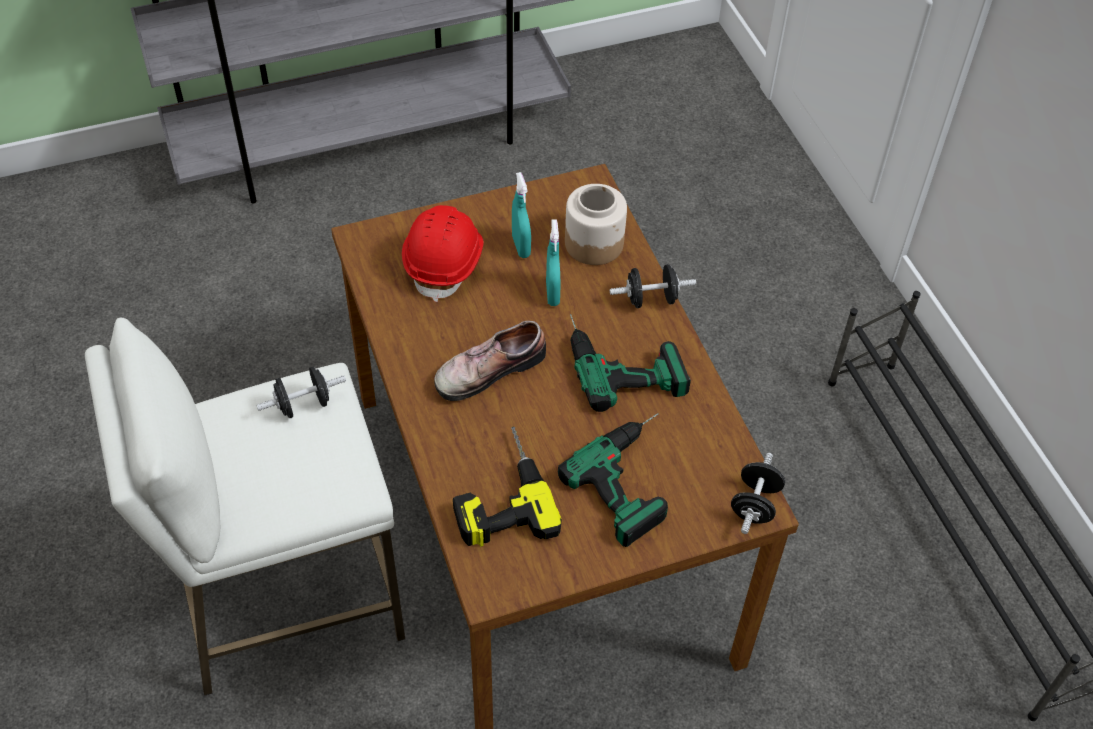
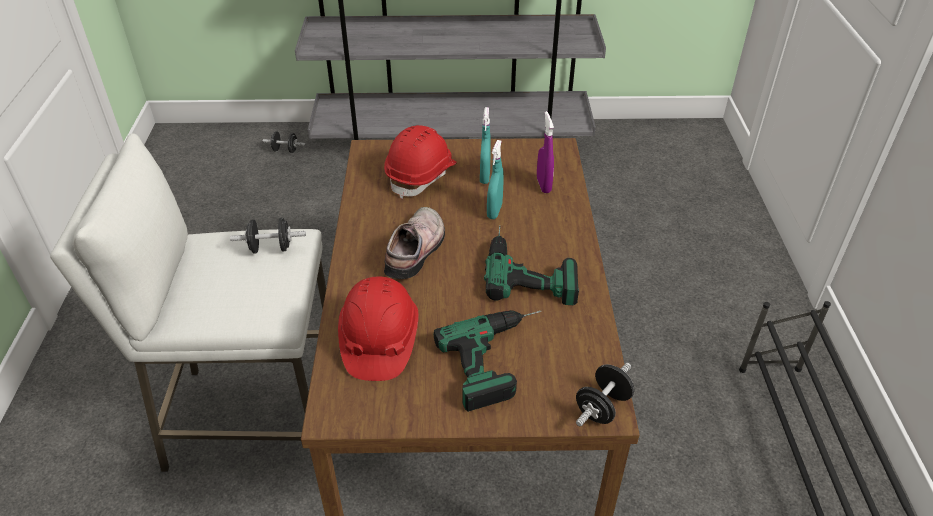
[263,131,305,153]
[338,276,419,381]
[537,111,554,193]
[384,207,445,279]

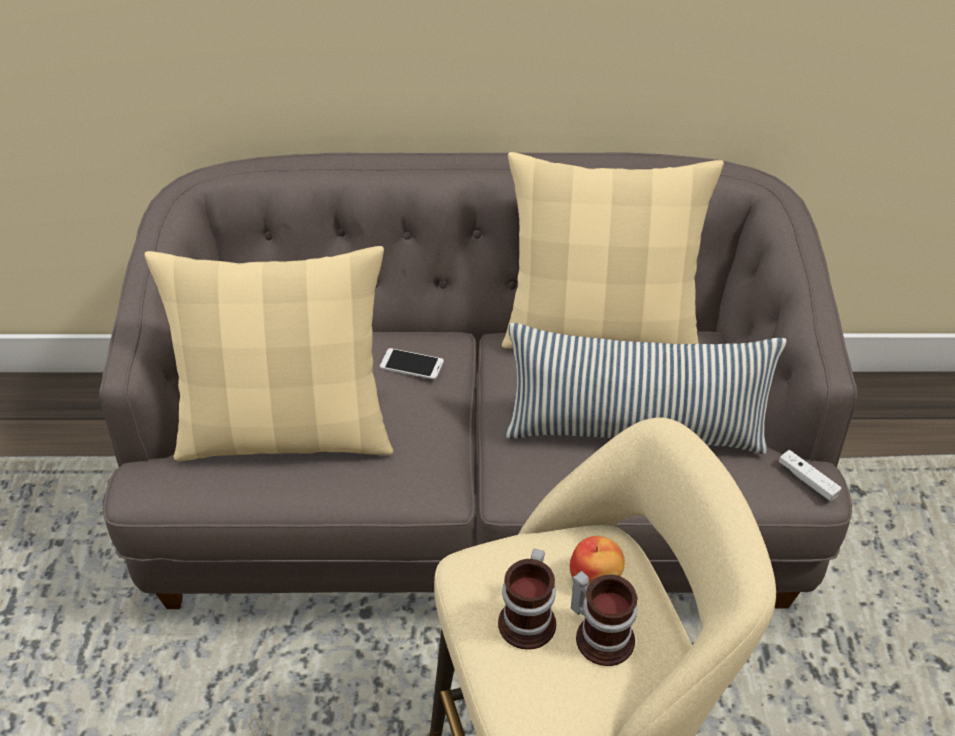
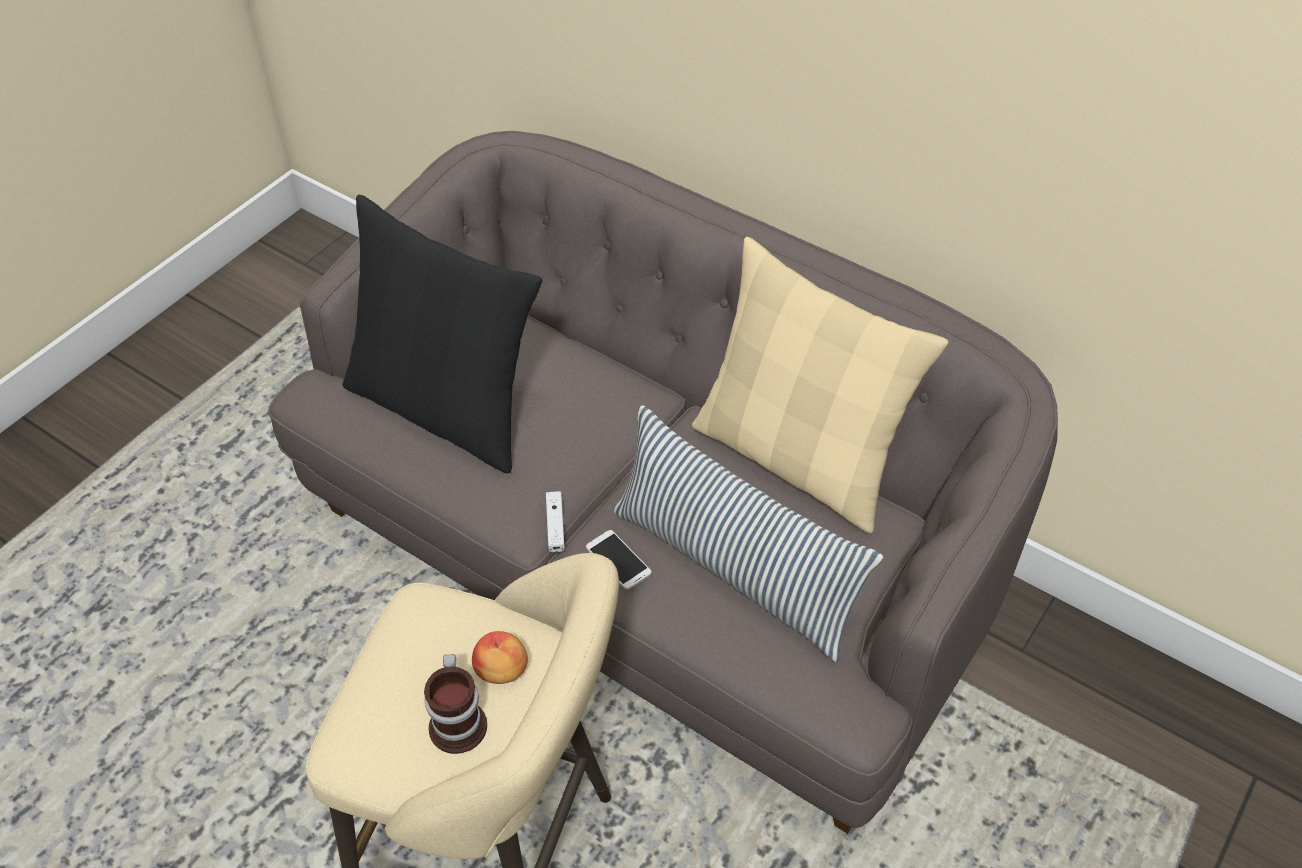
[498,549,556,650] (first image)
[586,530,652,590]
[546,491,564,552]
[342,195,542,473]

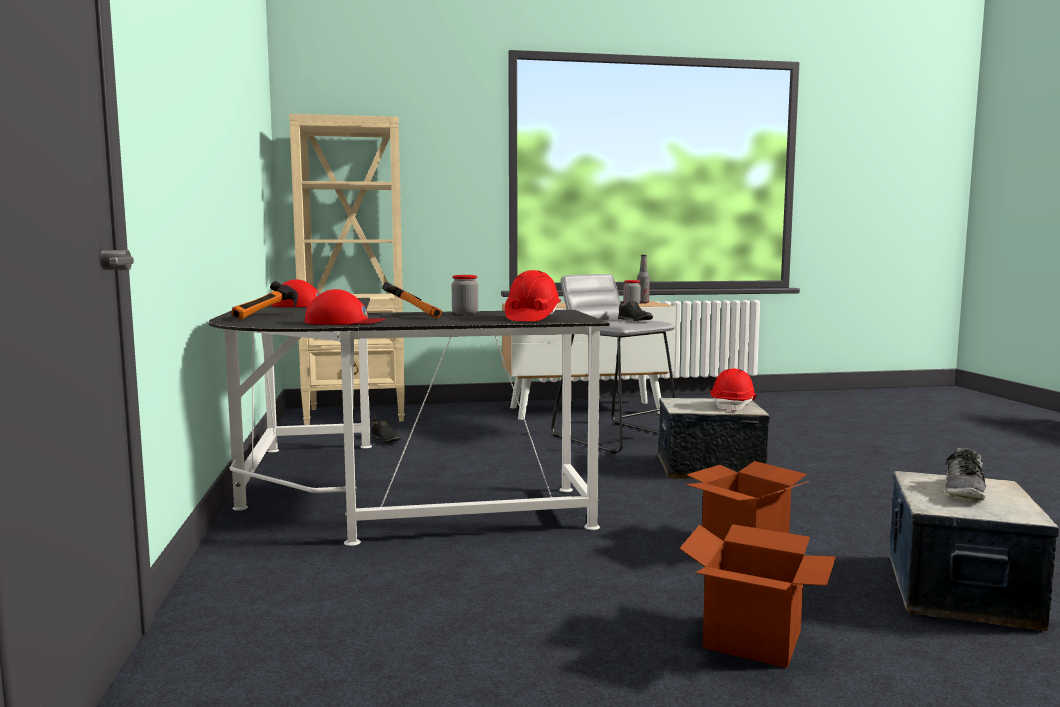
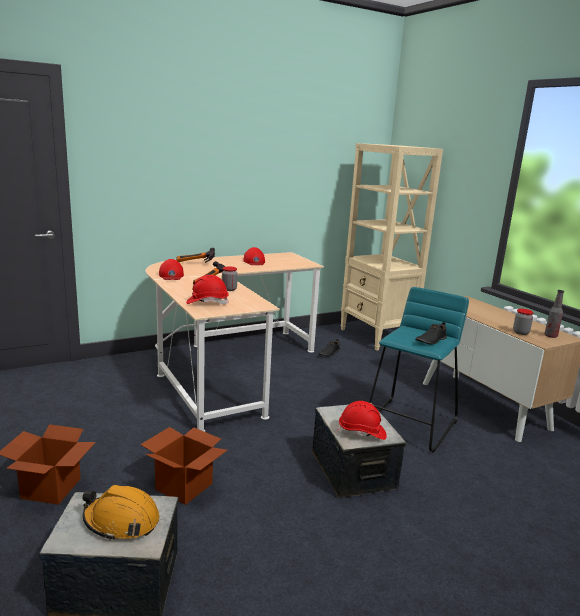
[82,485,159,541]
[146,252,324,432]
[369,287,469,452]

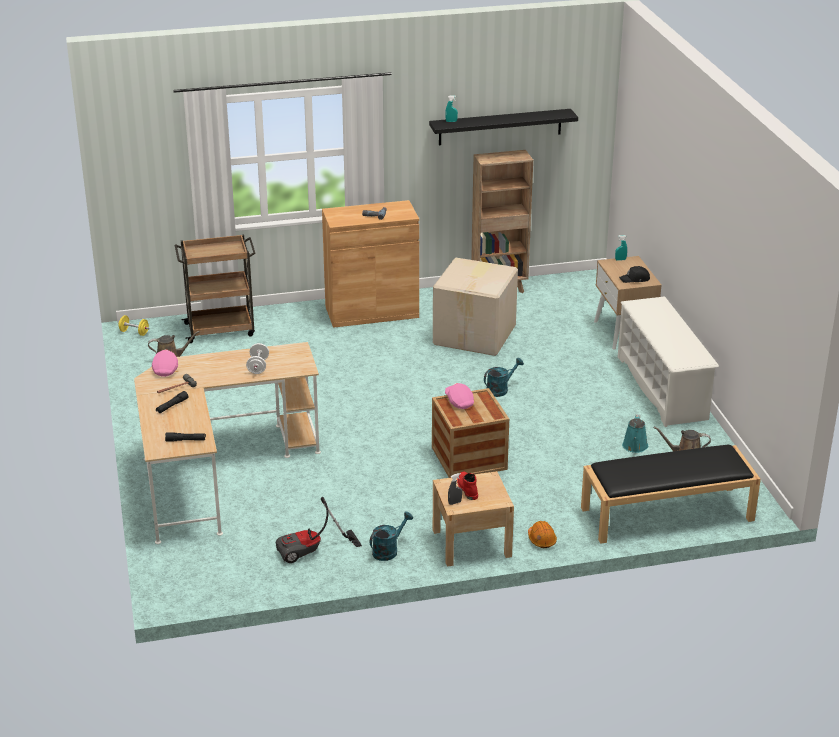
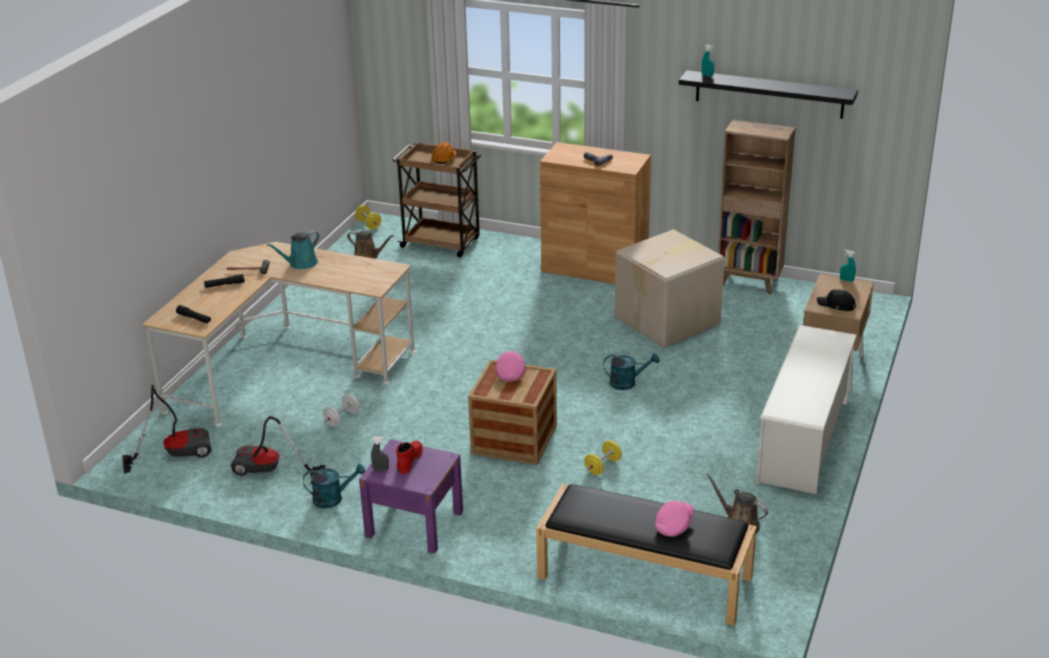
[122,385,212,474]
[584,440,622,475]
[655,500,694,537]
[323,394,359,427]
[431,142,457,164]
[266,231,320,269]
[359,439,463,554]

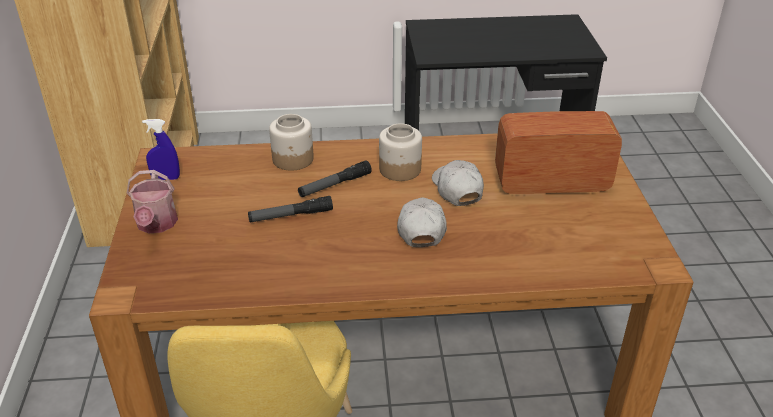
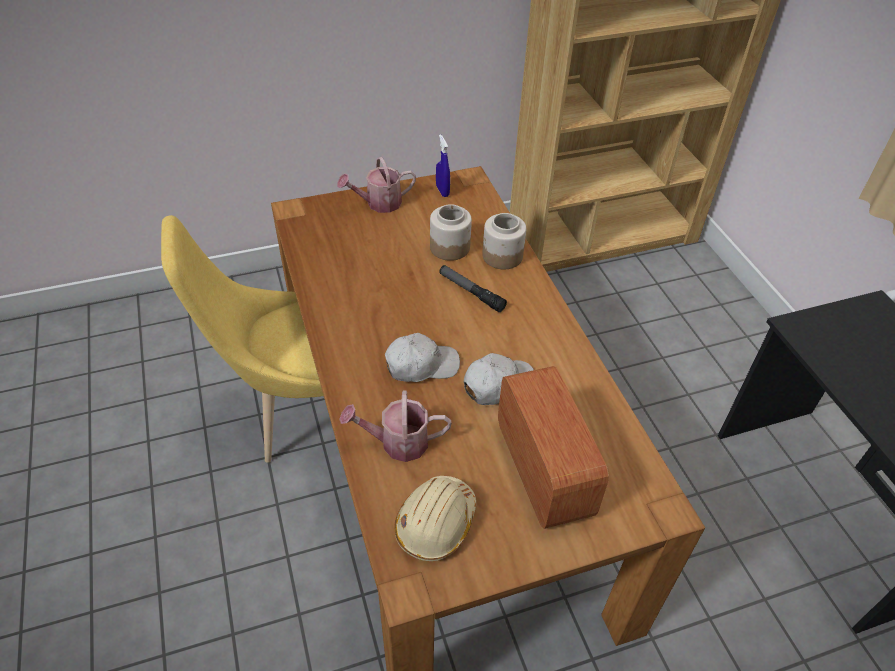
[248,196,333,222] (first image)
[339,391,451,462]
[395,476,476,561]
[430,204,472,261]

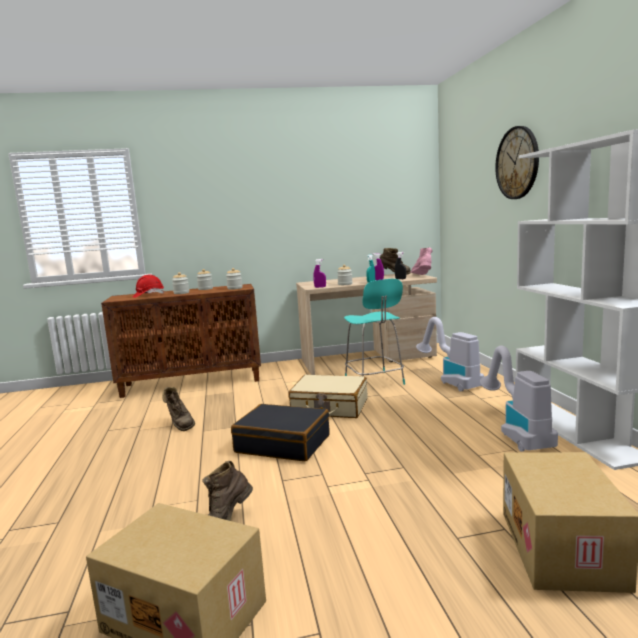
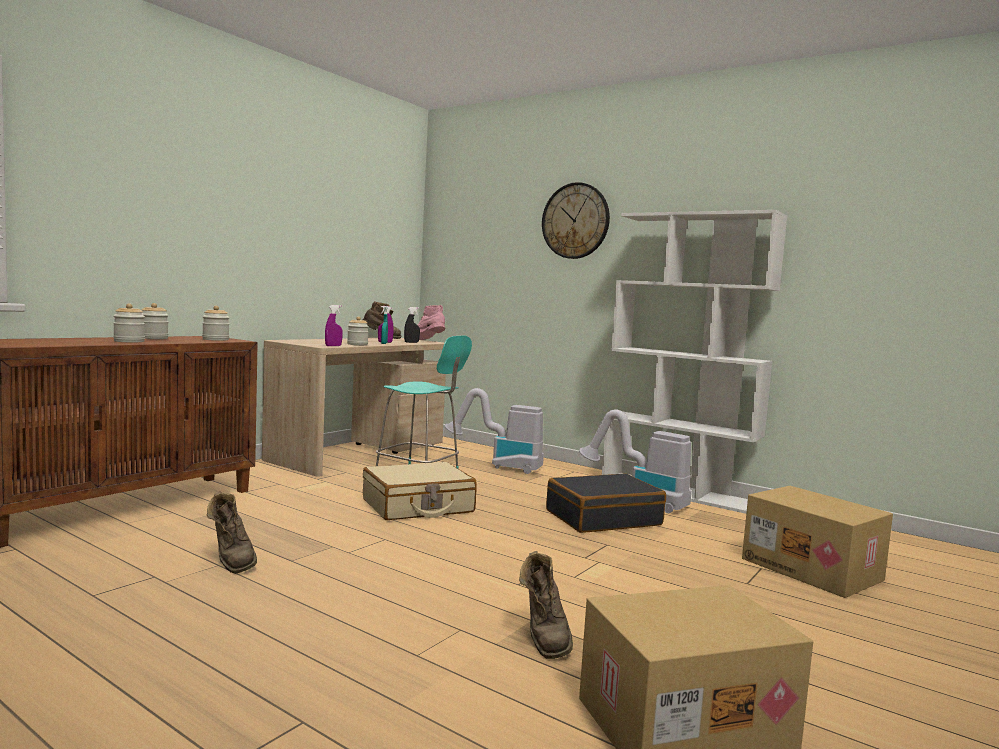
[133,275,164,298] (first image)
[546,473,666,533]
[207,492,257,574]

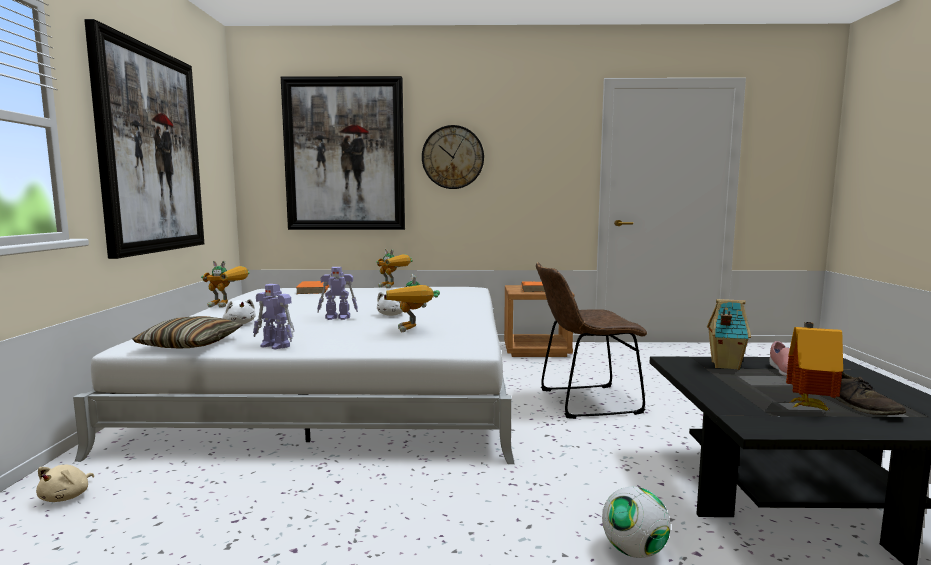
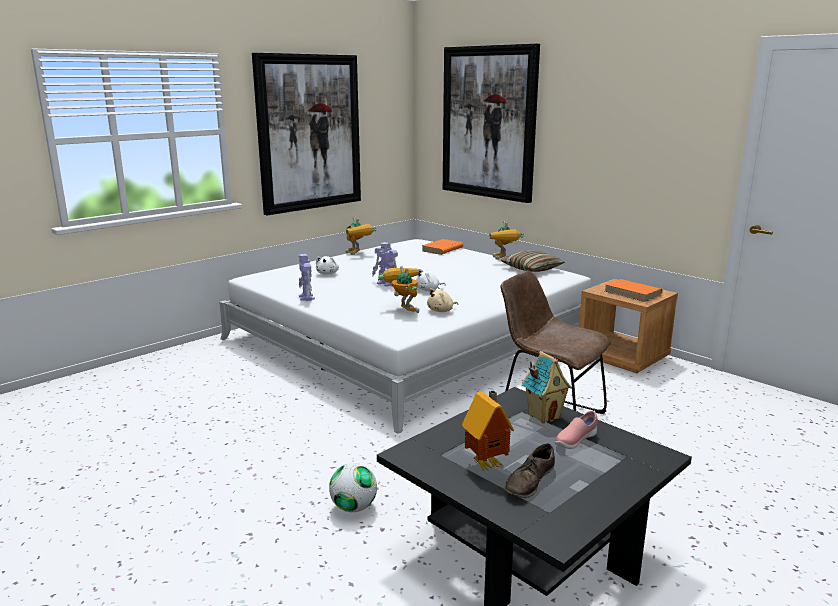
[422,125,484,189] (first image)
[427,288,458,312]
[501,251,565,272]
[378,265,419,313]

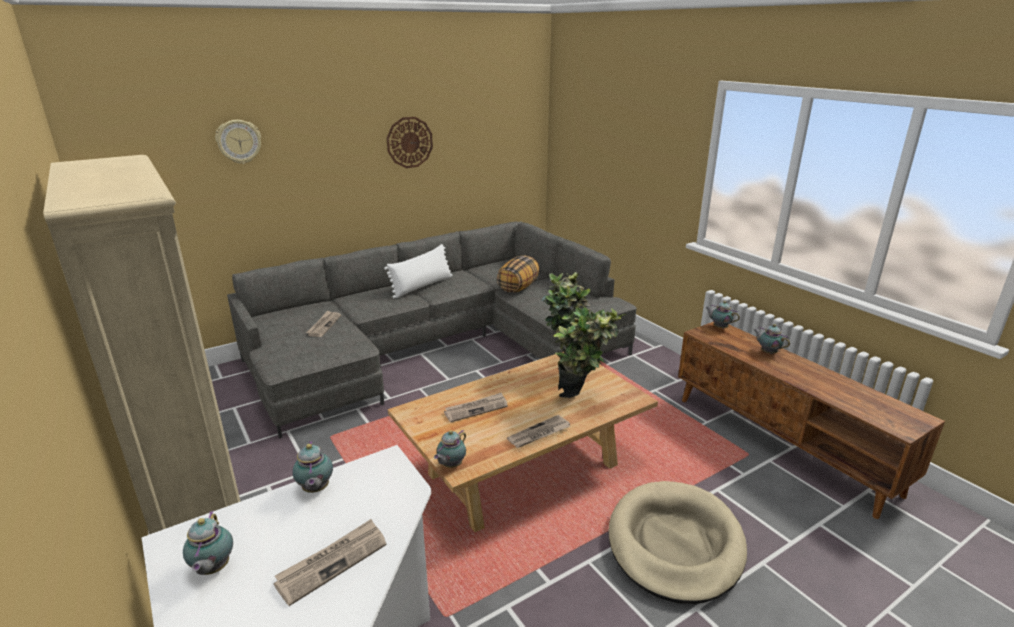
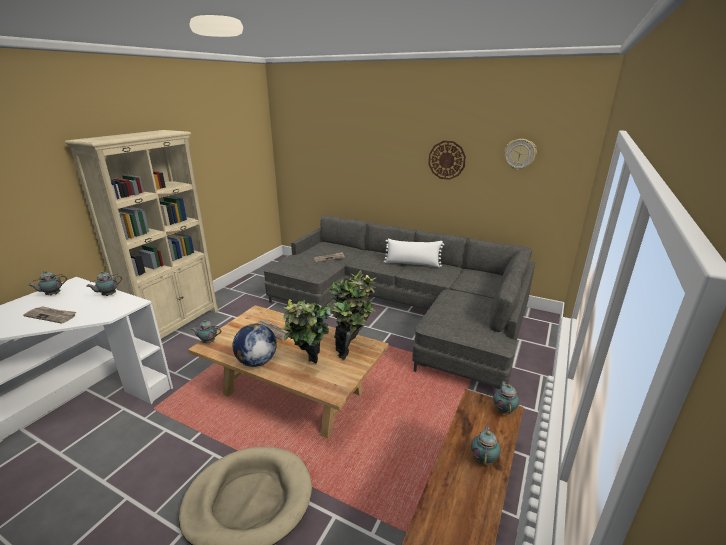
[497,255,539,292] (first image)
[504,139,537,170]
[233,324,277,367]

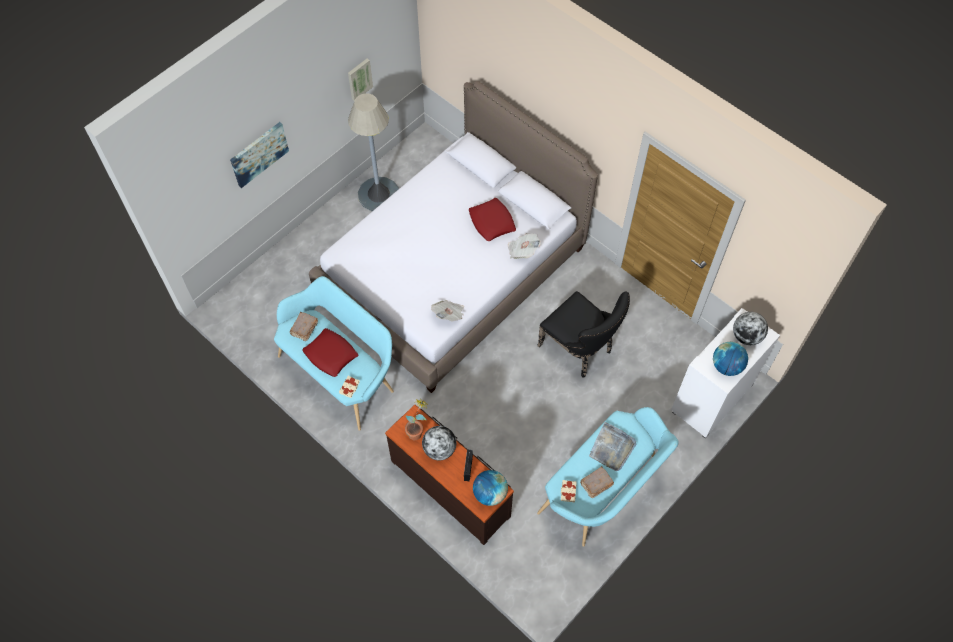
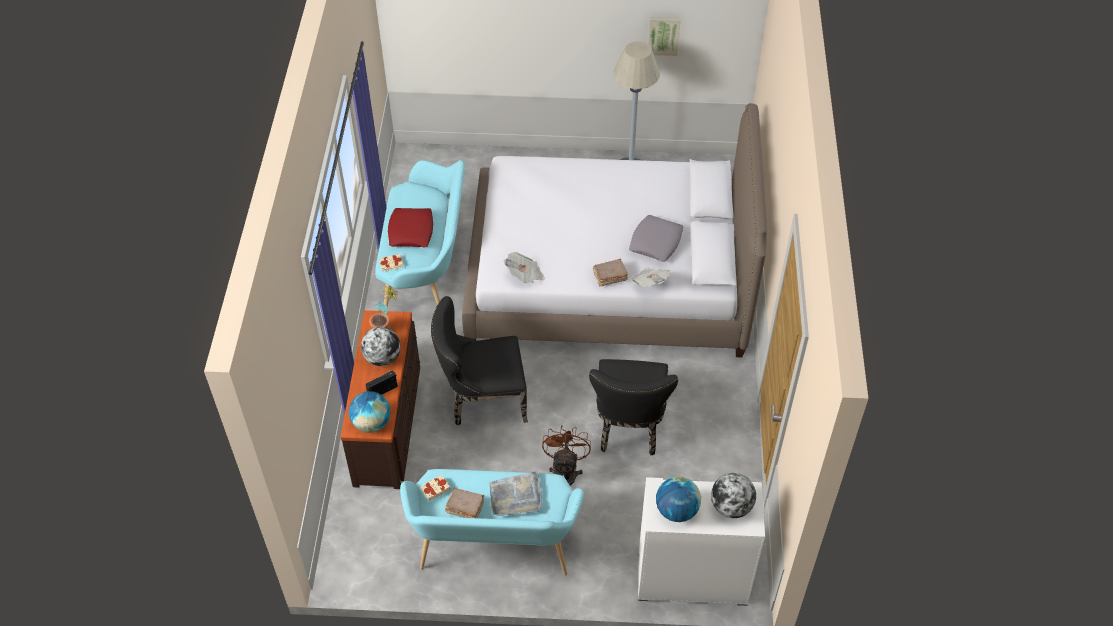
[230,122,289,188] (first image)
[431,296,528,426]
[542,425,591,486]
[593,259,628,287]
[629,215,683,262]

